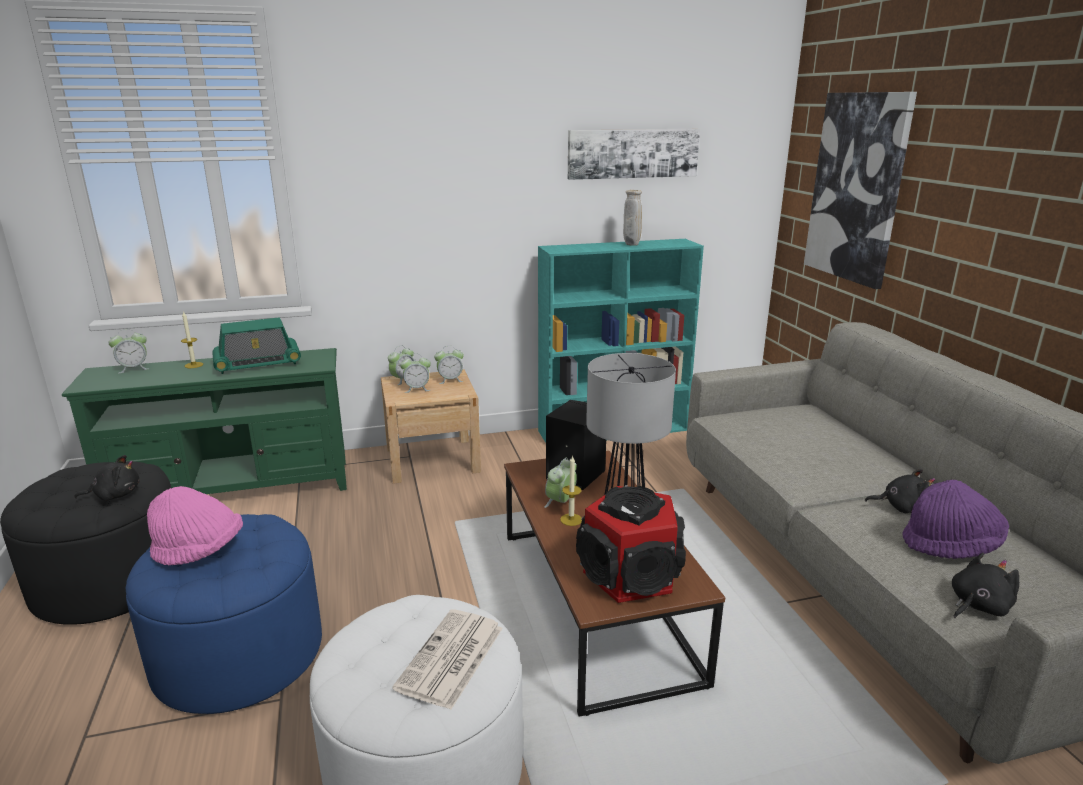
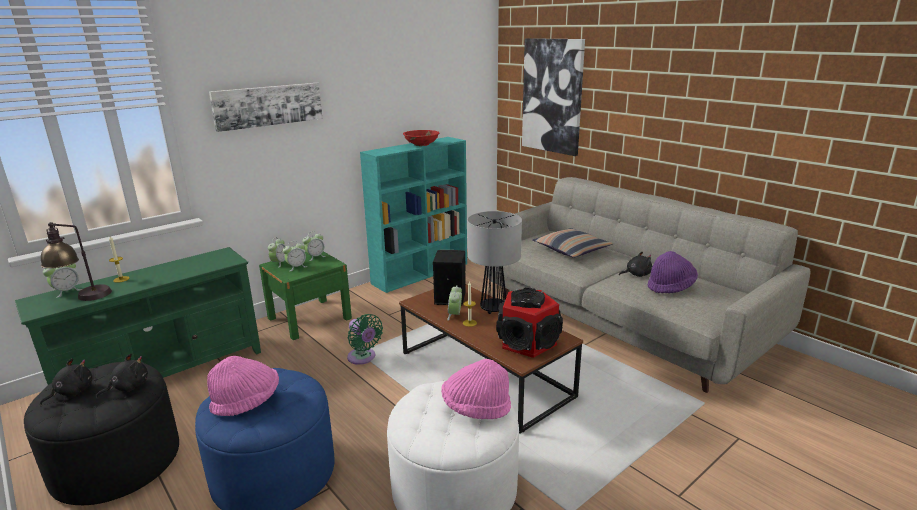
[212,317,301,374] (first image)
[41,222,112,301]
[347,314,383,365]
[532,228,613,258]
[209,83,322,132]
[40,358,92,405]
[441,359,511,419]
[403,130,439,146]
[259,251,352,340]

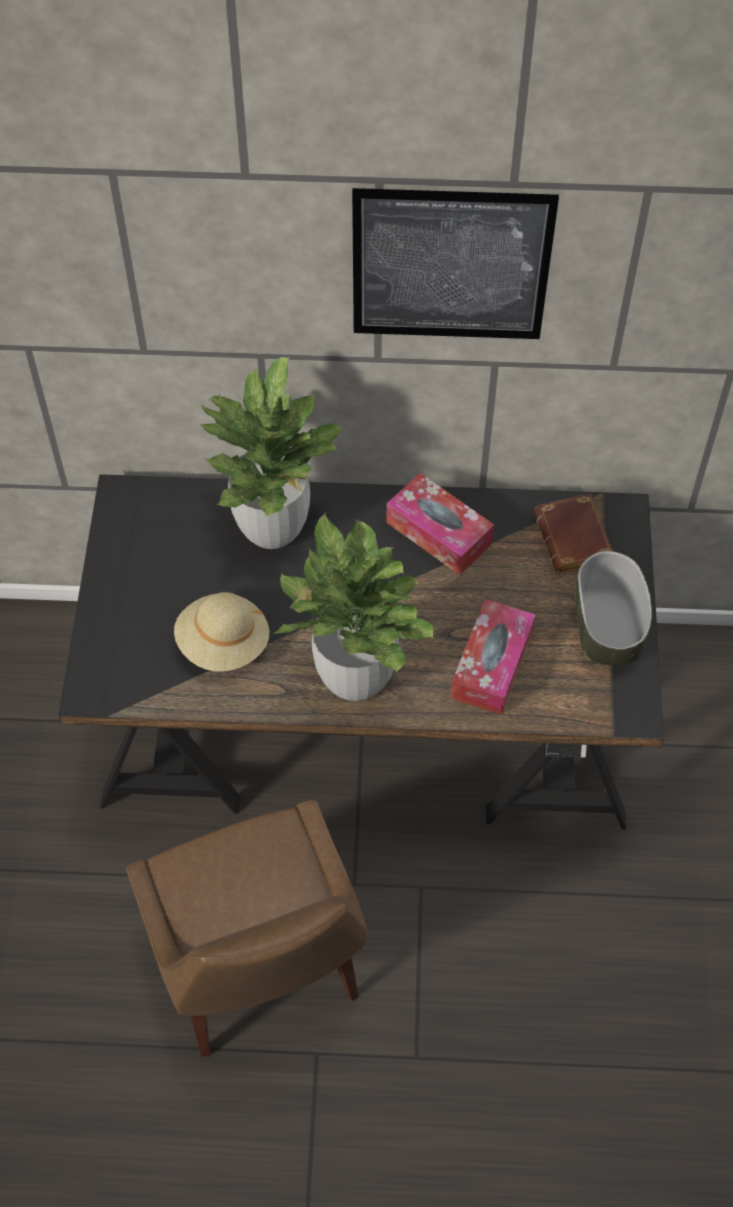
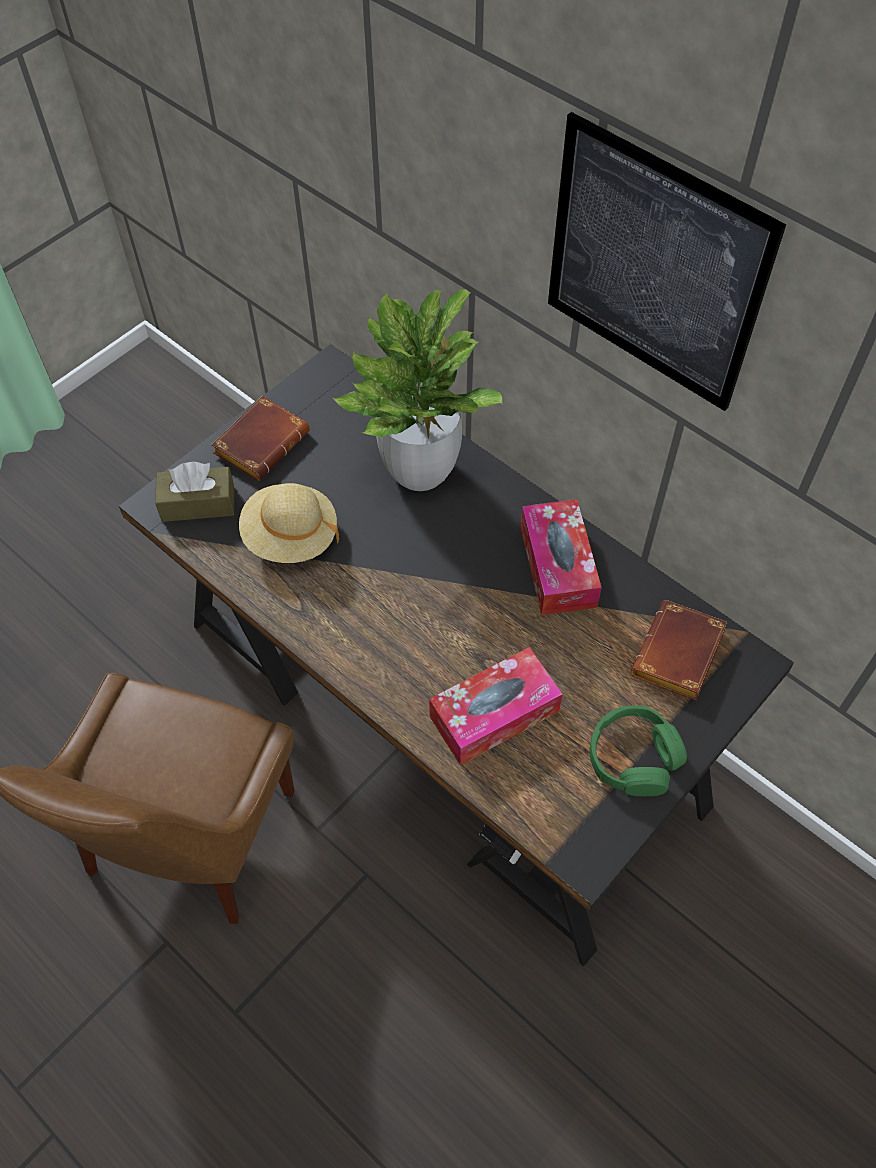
[269,512,434,701] (first image)
[155,462,234,522]
[211,396,310,481]
[589,705,687,796]

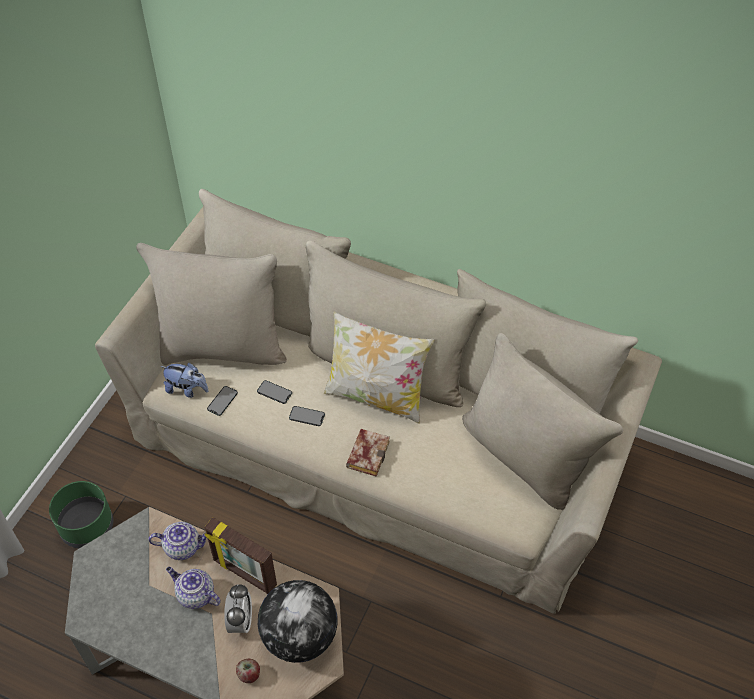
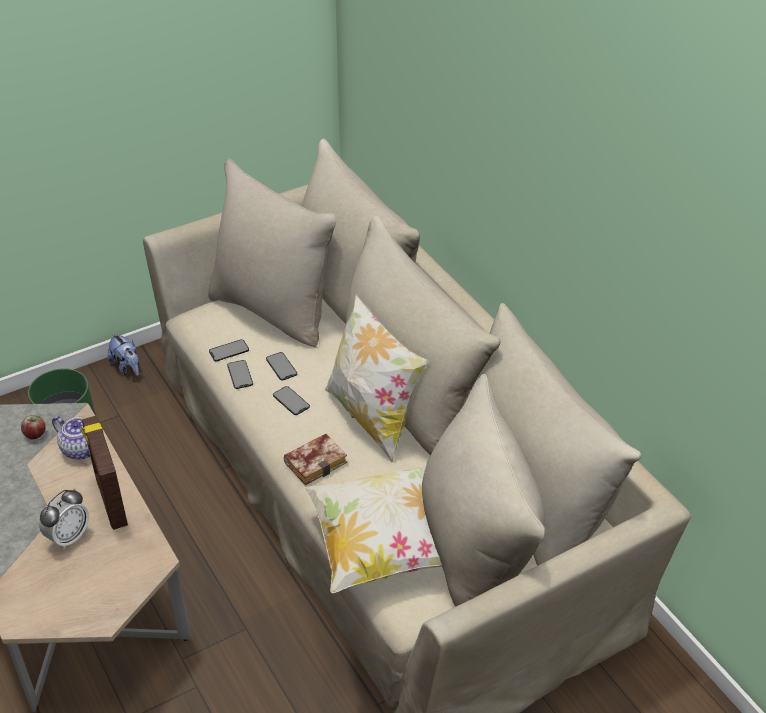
[166,567,220,609] (first image)
[258,580,338,663] (first image)
[227,360,253,389]
[303,464,442,593]
[108,333,140,376]
[21,415,46,439]

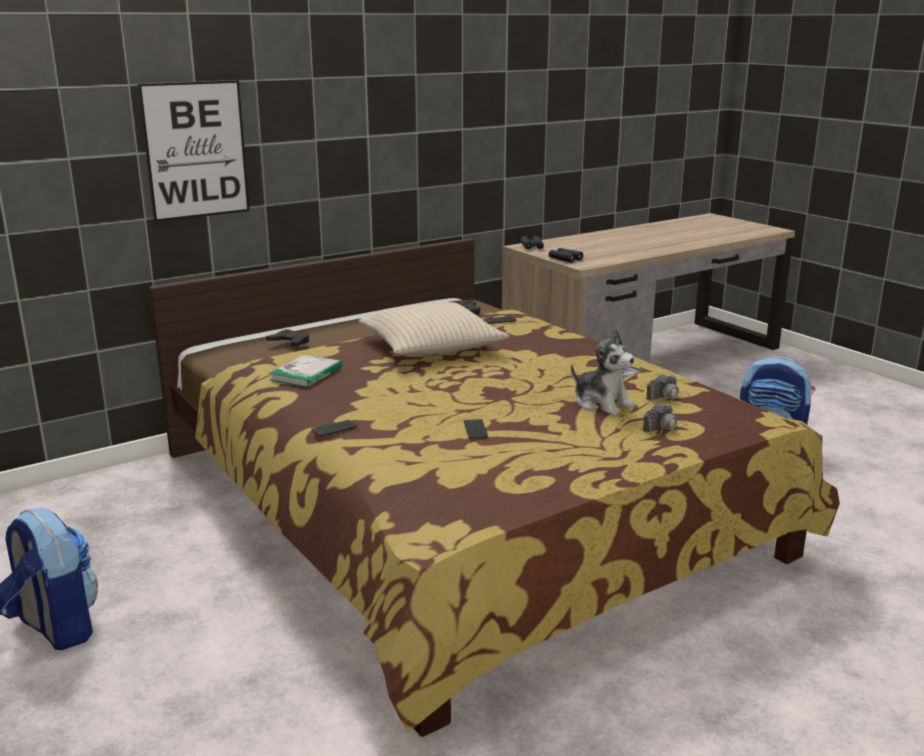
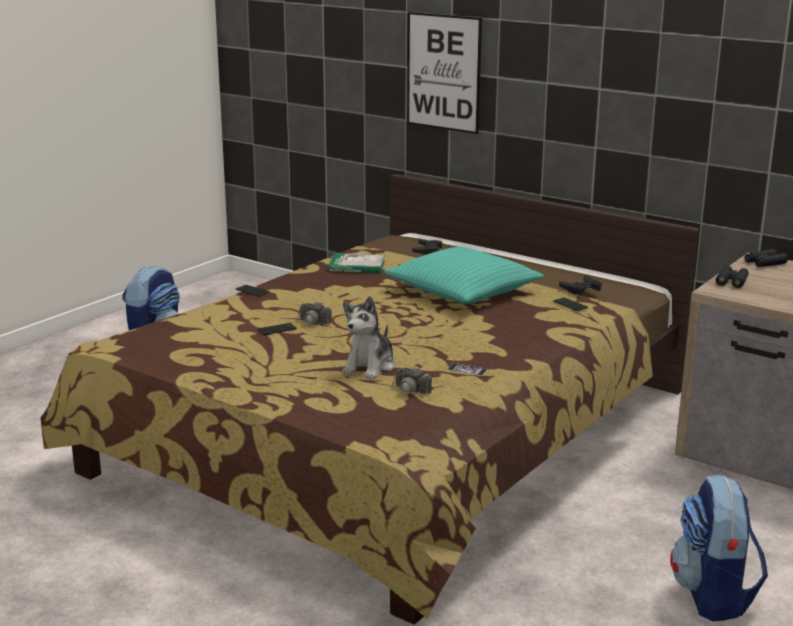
[296,301,332,330]
[384,247,544,304]

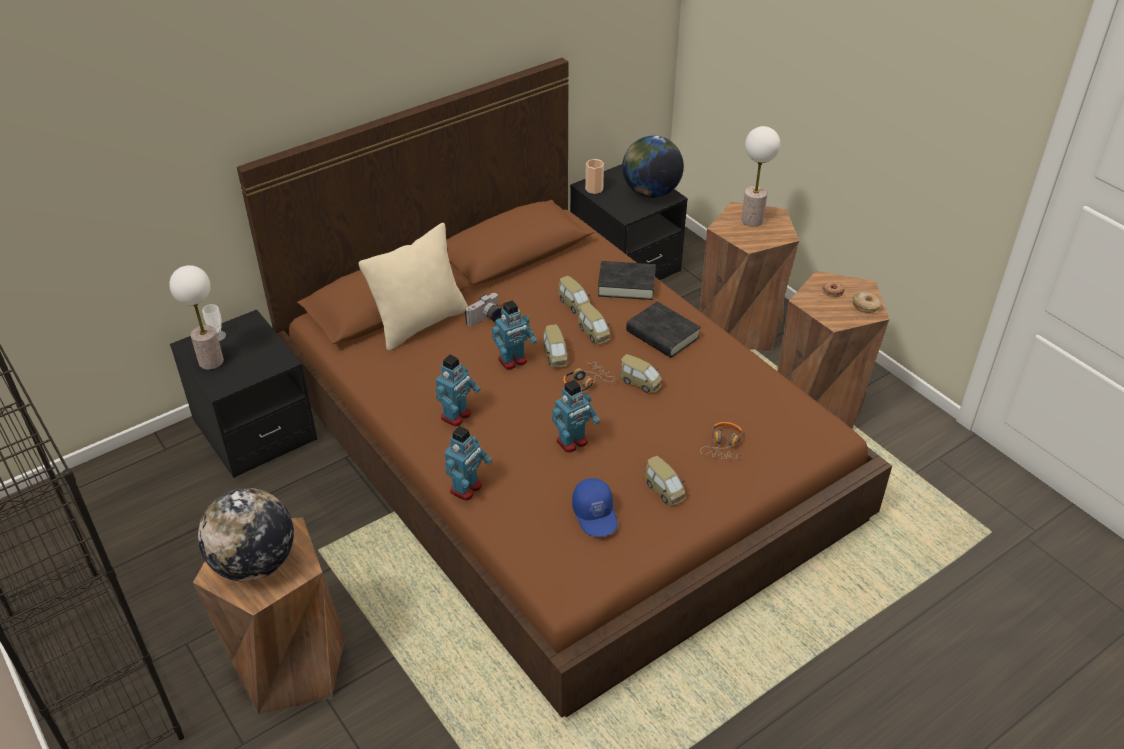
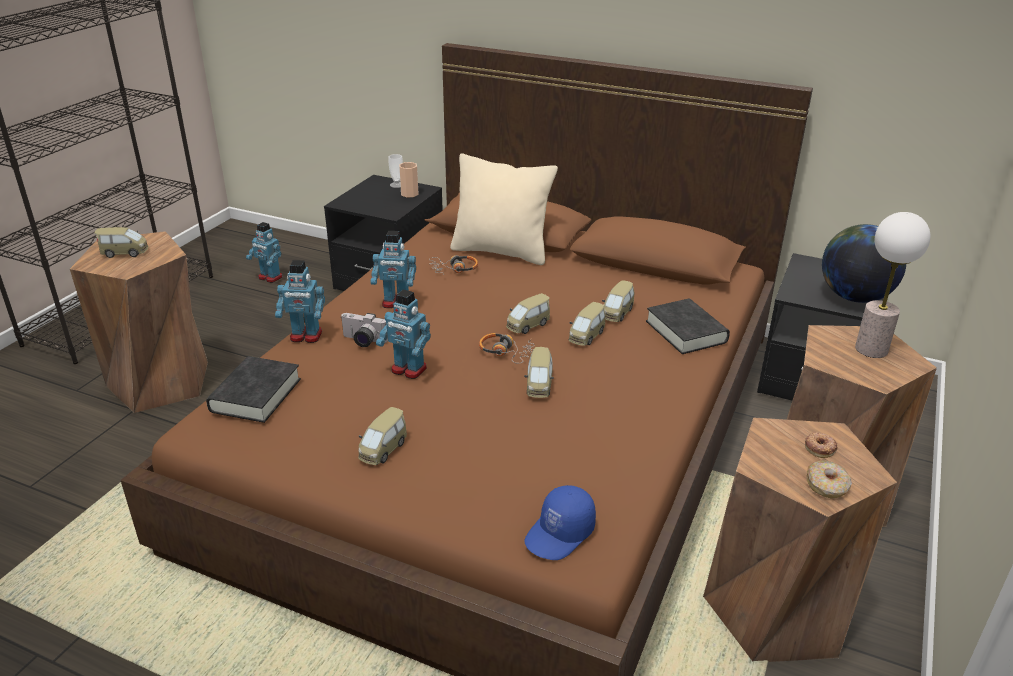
[169,265,224,370] (first image)
[340,313,388,347]
[246,222,283,283]
[524,485,596,560]
[399,162,419,198]
[206,356,301,423]
[429,255,478,275]
[94,227,148,258]

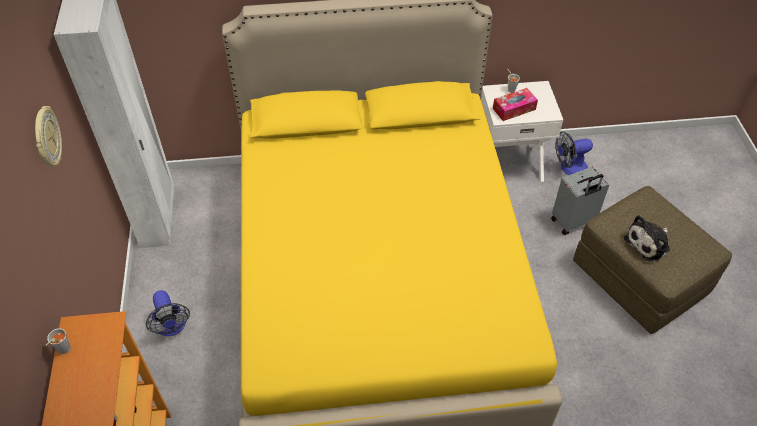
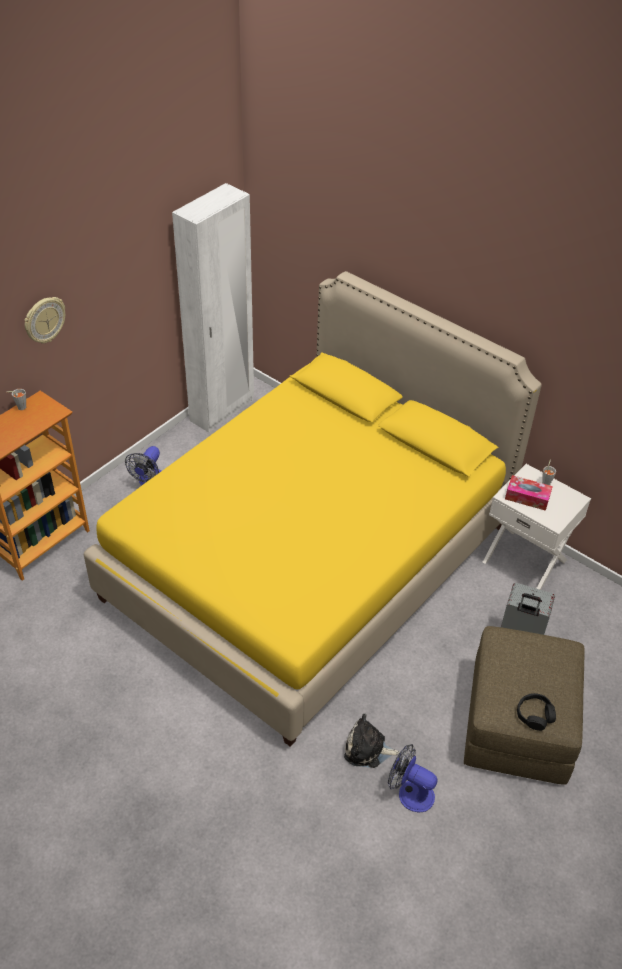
[517,693,556,731]
[24,297,65,343]
[388,744,438,812]
[344,714,400,768]

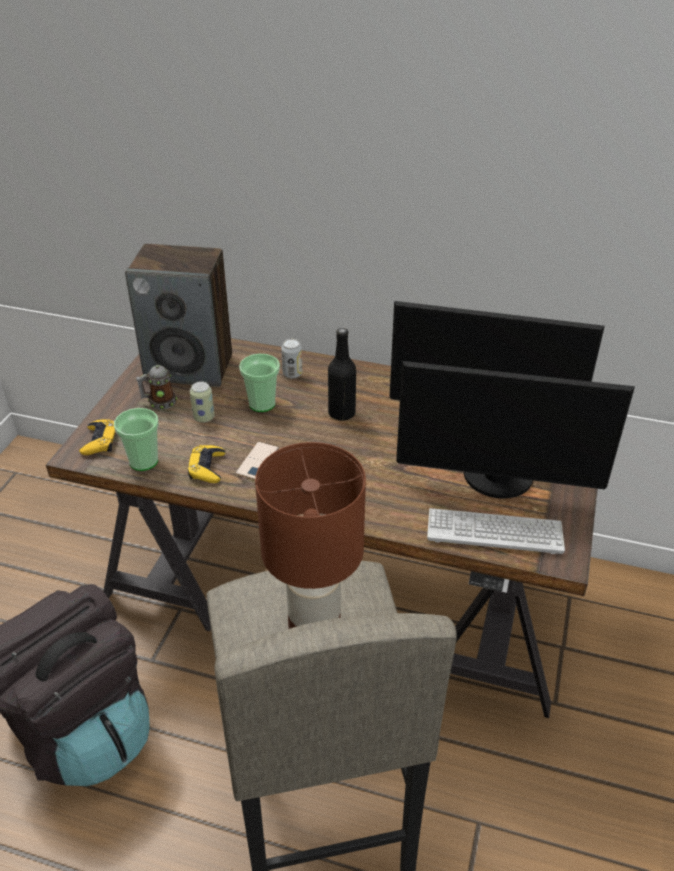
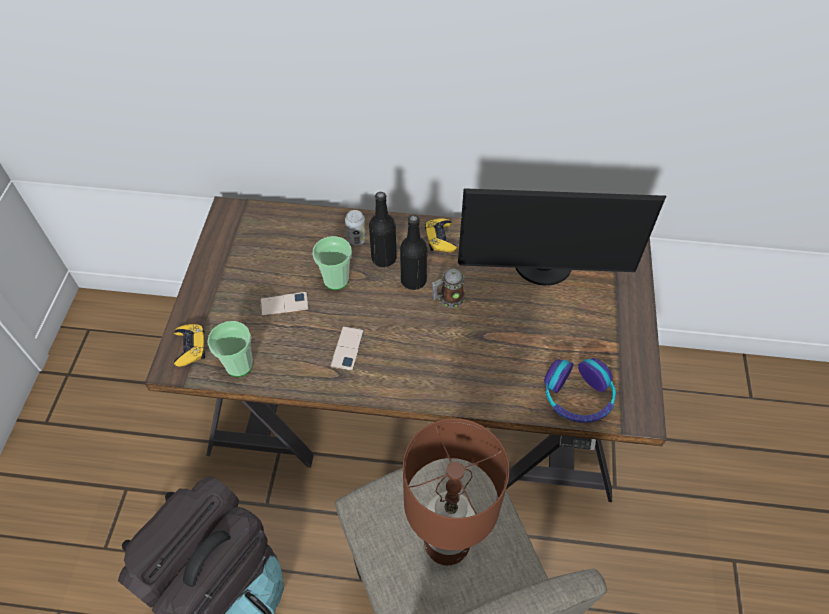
[125,244,232,387] (first image)
[396,361,635,499] (first image)
[369,192,397,267]
[432,269,465,308]
[425,218,457,252]
[260,292,309,316]
[544,358,616,423]

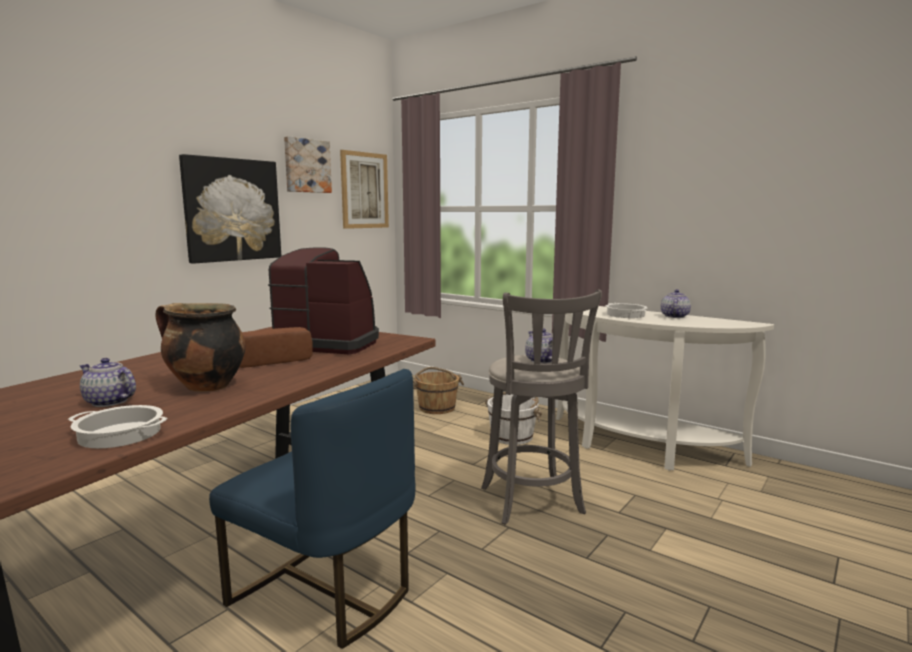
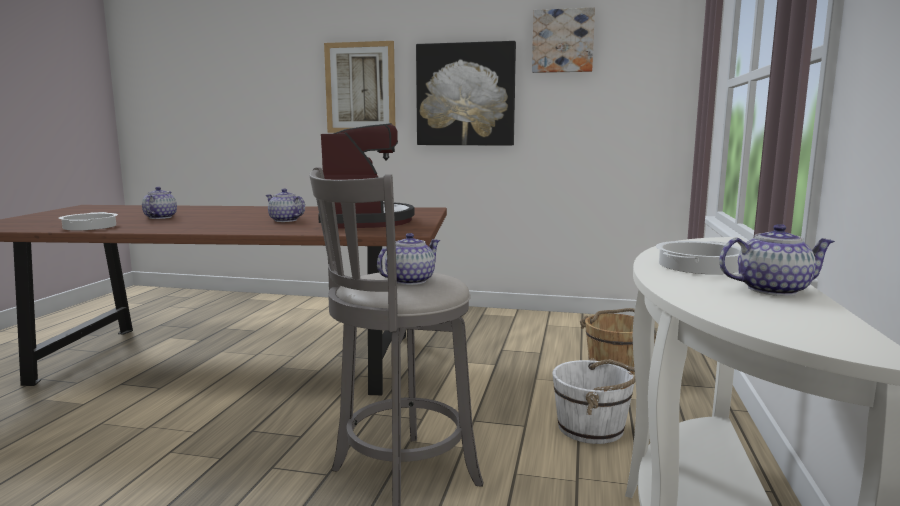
[156,303,245,392] (first image)
[209,369,415,649] (first image)
[324,41,395,133]
[266,189,305,222]

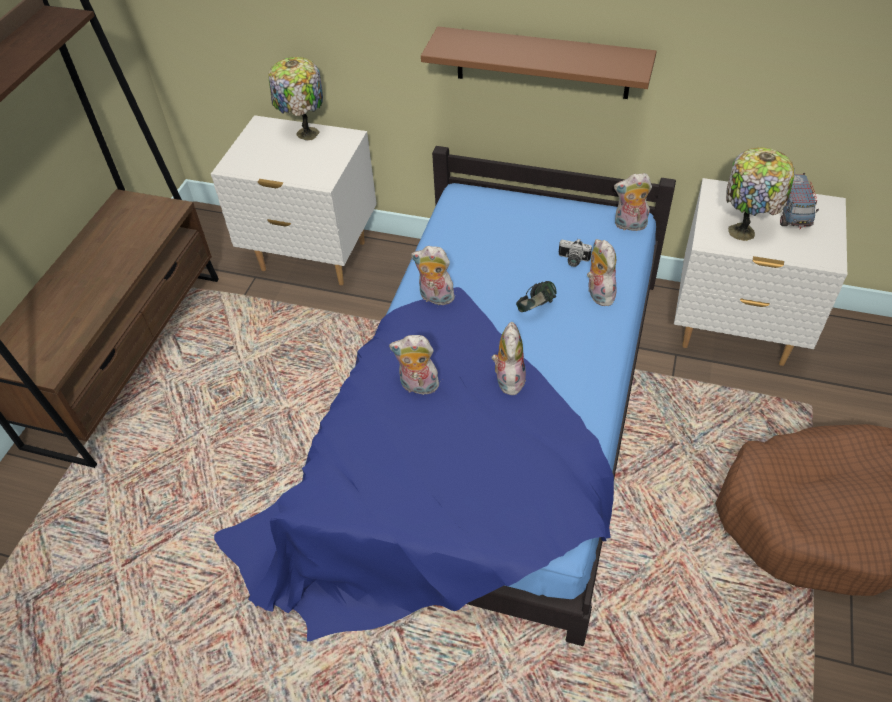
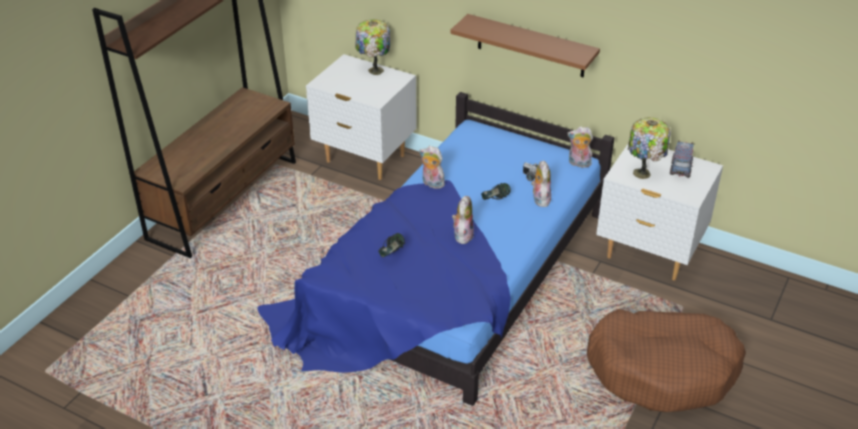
[389,335,439,395] (first image)
[378,233,405,257]

